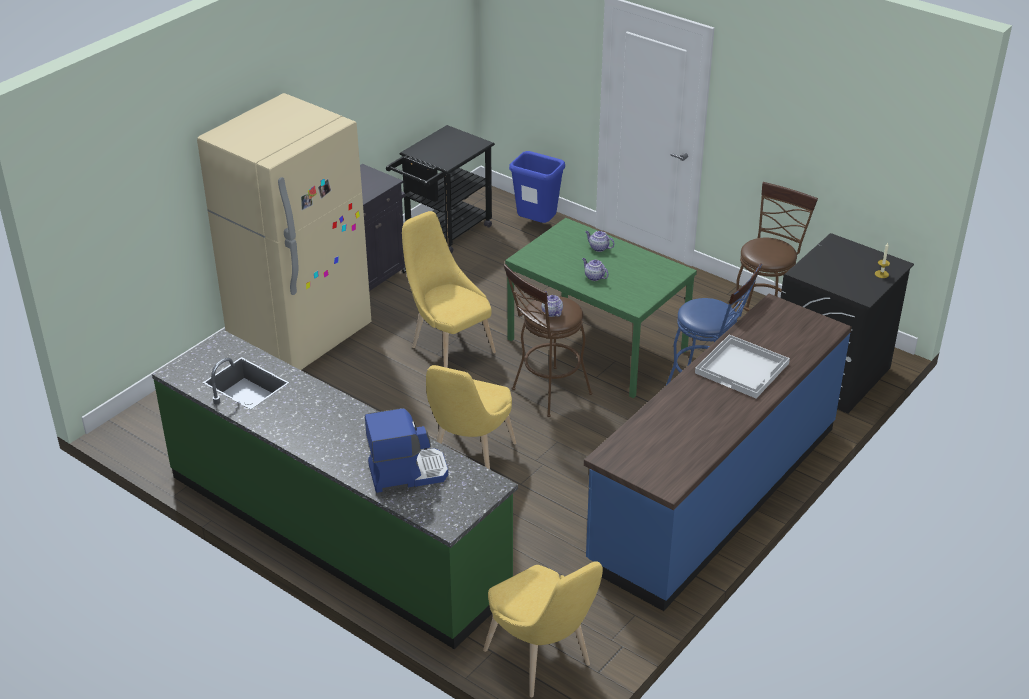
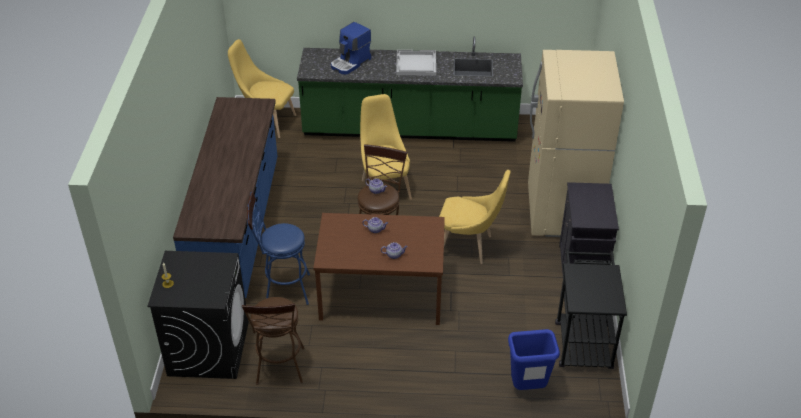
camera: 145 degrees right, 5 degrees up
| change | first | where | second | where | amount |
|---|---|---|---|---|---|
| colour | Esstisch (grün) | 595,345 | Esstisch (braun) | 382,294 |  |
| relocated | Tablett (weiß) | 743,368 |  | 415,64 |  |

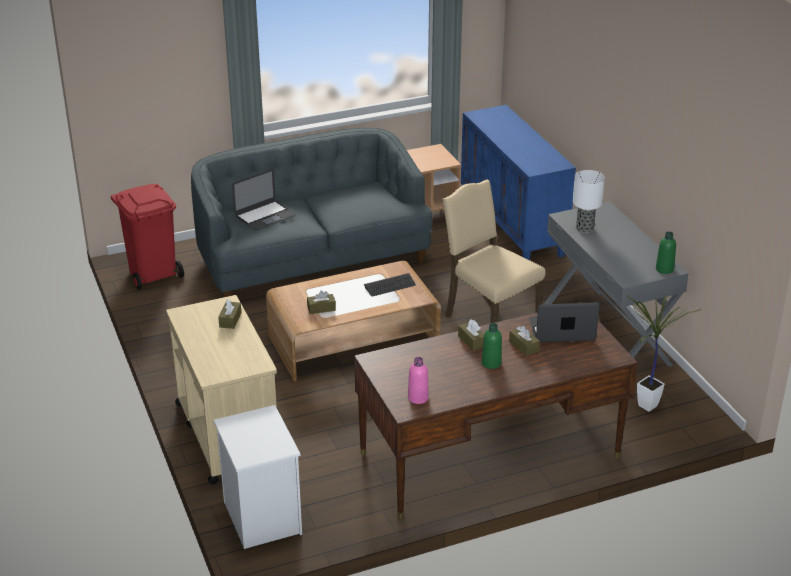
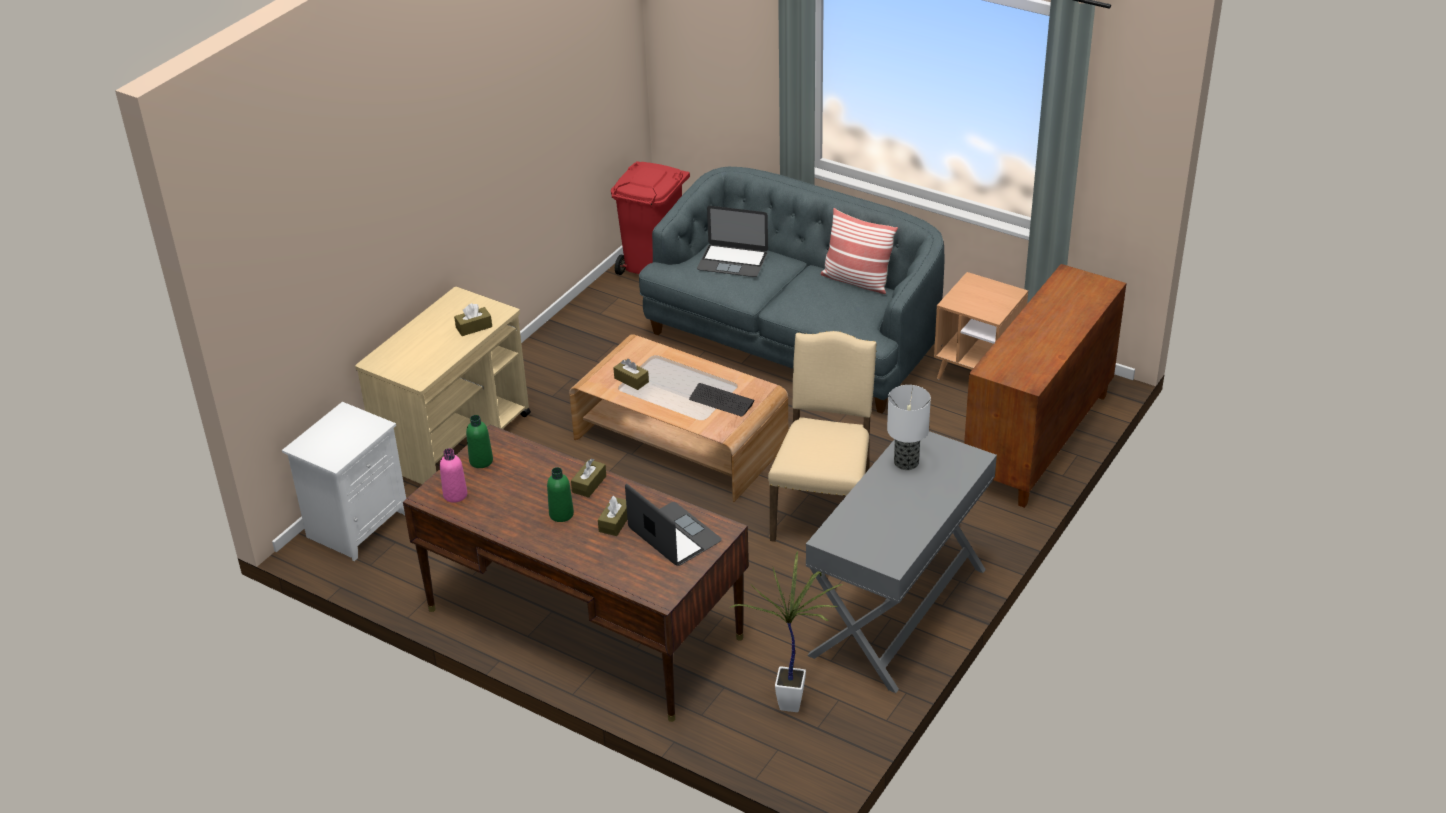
camera: 55 degrees right, 5 degrees up
| change | first | where | second | where | amount |
|---|---|---|---|---|---|
| colour | Schrank (blau) | 513,226 | Schrank (braun) | 1039,441 |  |
| relocated | Flasche (grün) | 664,269 |  | 481,461 |  |
| appeared |  |  | Kissen | 856,280 |  |

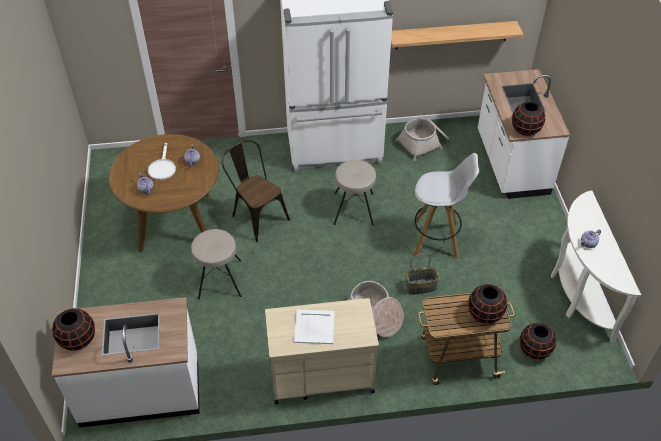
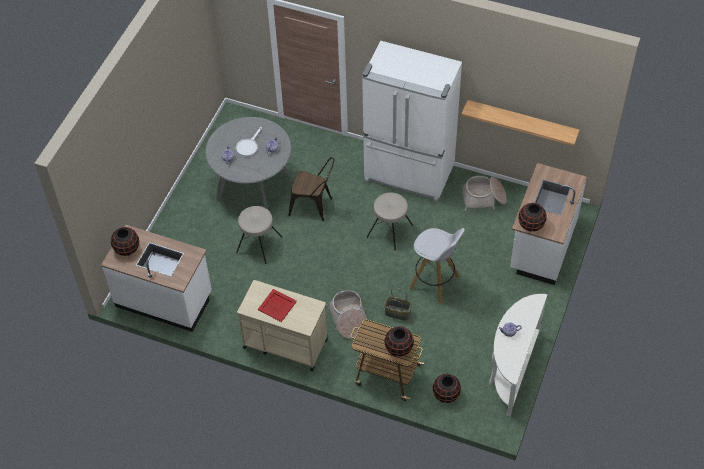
camera: 30 degrees right, 5 degrees up
| change | first | where | second | where | amount |
|---|---|---|---|---|---|
| colour | Esstisch (braun) | 175,222 | Esstisch (grau) | 253,187 |  |
| spun | Stuhl (braun) | 257,216 |  | 314,206 | 120 degrees clockwise |
| colour | Tablett (weiß) | 314,327 | Tablett (rot) | 277,306 |  |

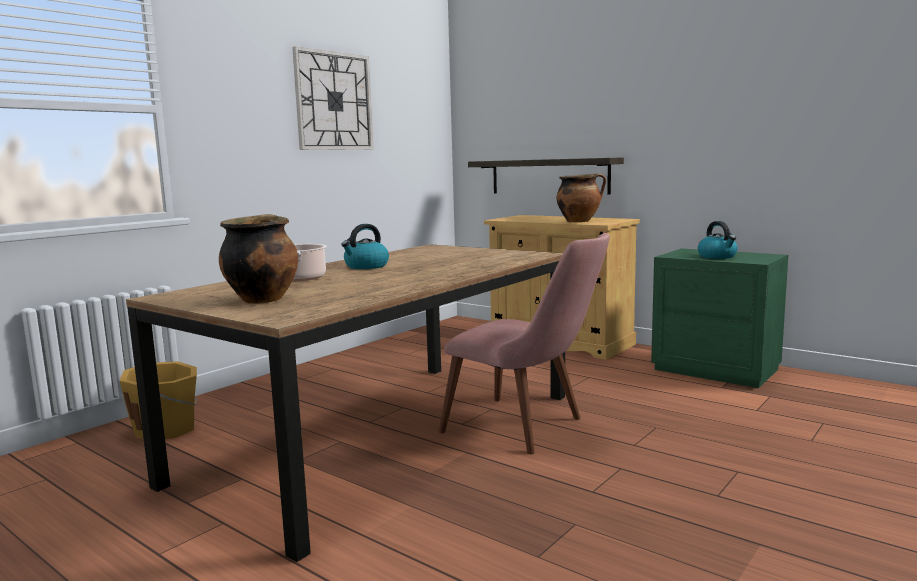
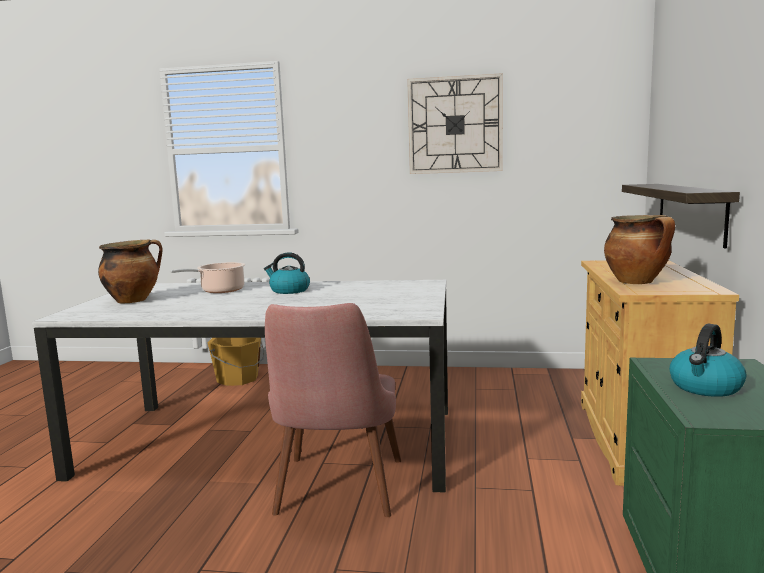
camera: 60 degrees right, 0 degrees up
| change | first | where | second | where | amount |
|---|---|---|---|---|---|
| colour | Esstisch (braun) | 386,437 | Esstisch (weiß) | 270,443 |  |

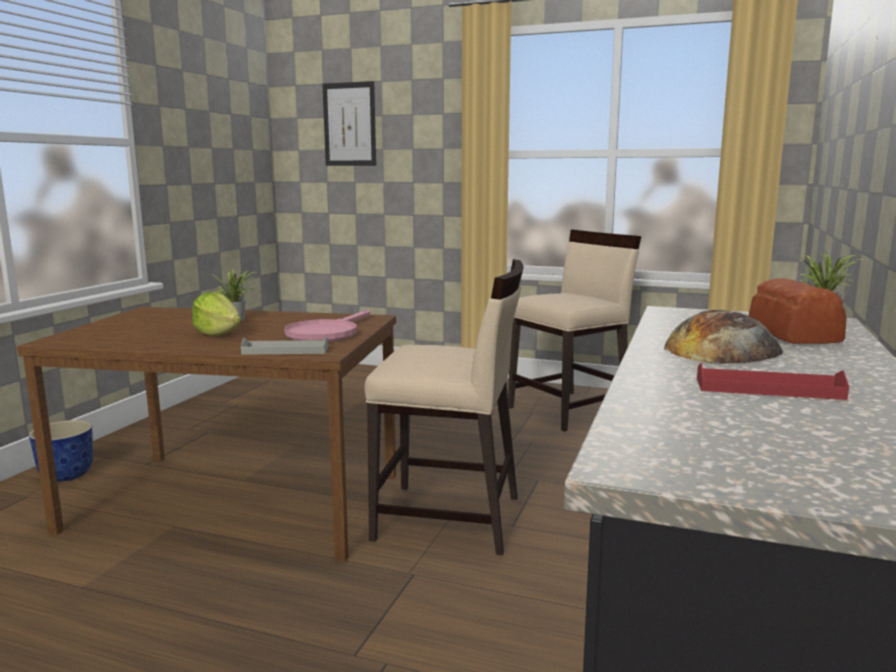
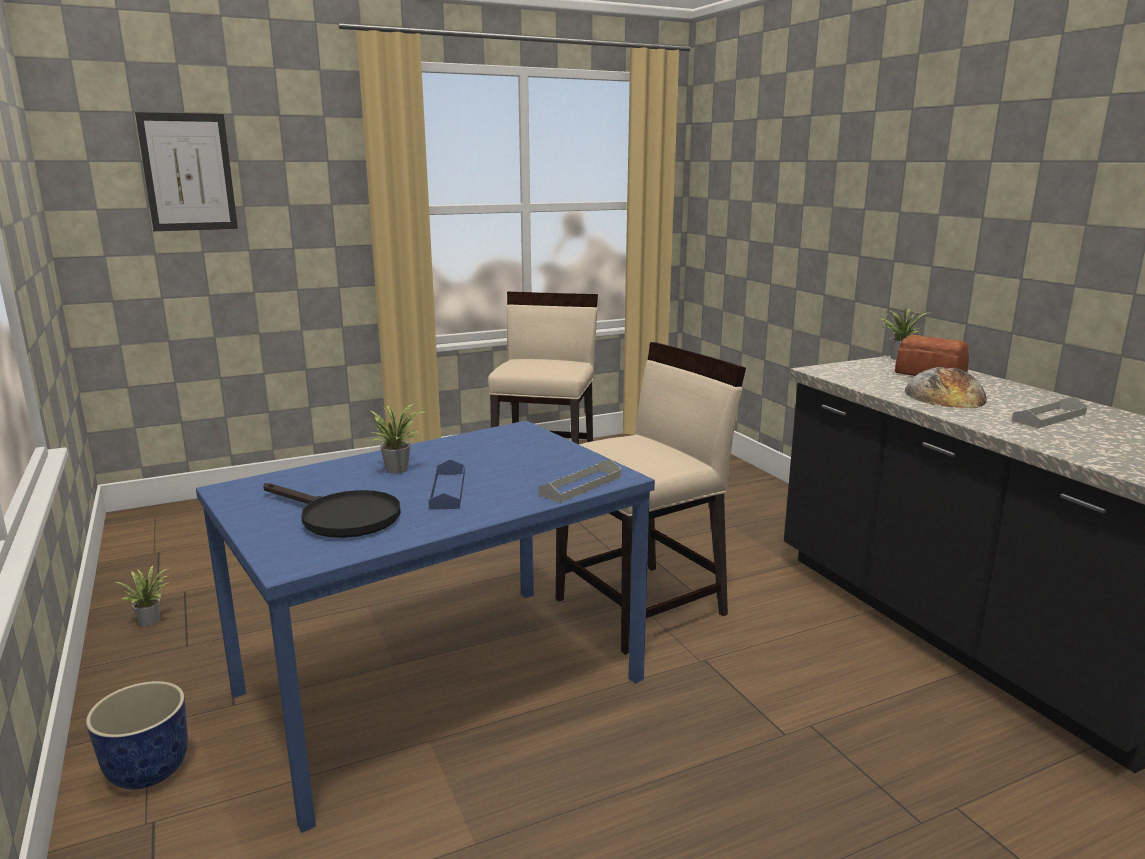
camera: 45 degrees left, 5 degrees up
| change | first | where | second | where | amount |
|---|---|---|---|---|---|
| exchanged | Salatkopf | 218,334 | Tablett (blau) | 447,490 |  |
| colour | Esstisch (braun) | 234,503 | Esstisch (blau) | 439,688 |  |
| missing | Pfanne (rosa) | 327,333 |  |  |  |
| colour | Tablett (rot) | 768,389 | Tablett (grau) | 1049,417 |  |
| appeared |  |  | Pfanne (schwarz) | 340,517 |  |
| appeared |  |  | Topfpflanze | 151,620 |  |

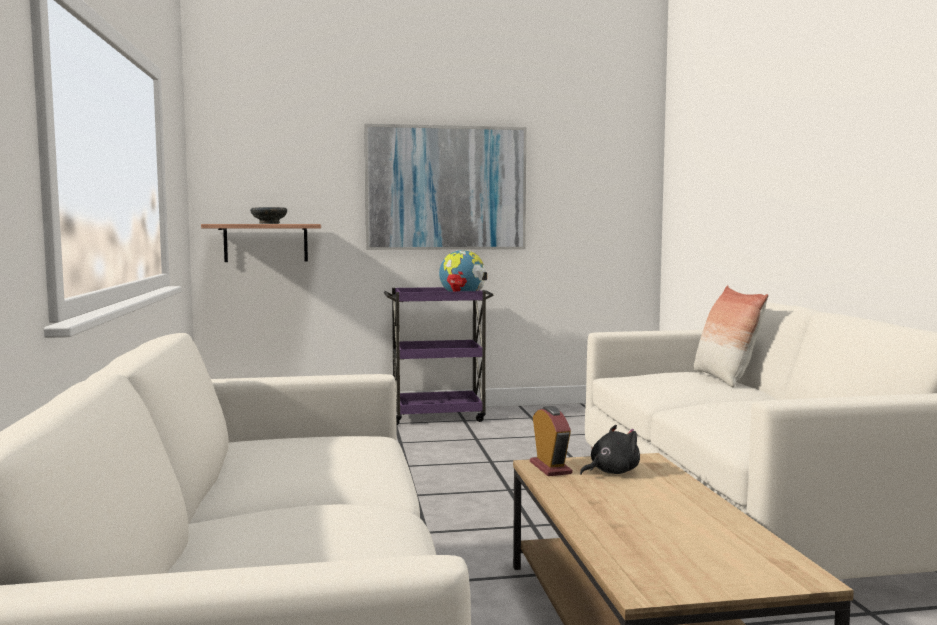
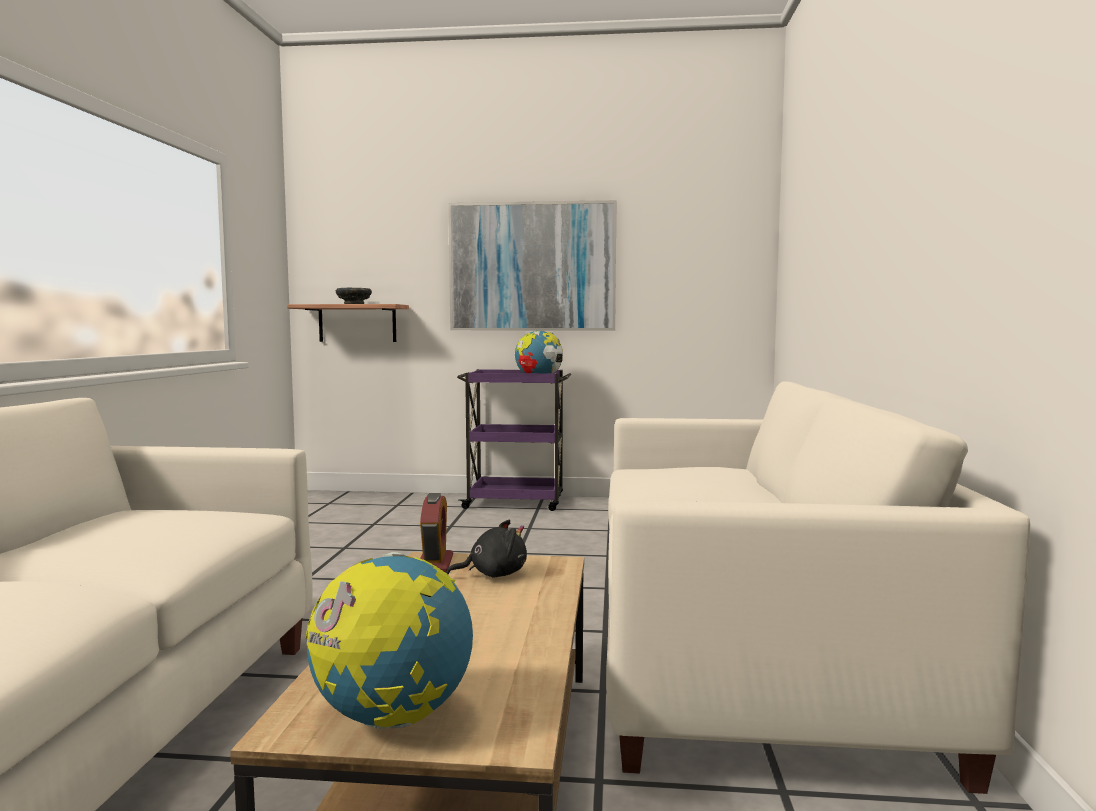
camera: 15 degrees right, 0 degrees up
| change | first | where | second | where | amount |
|---|---|---|---|---|---|
| missing | Kissen | 724,379 |  |  |  |
| appeared |  |  | Globus | 392,718 |  |

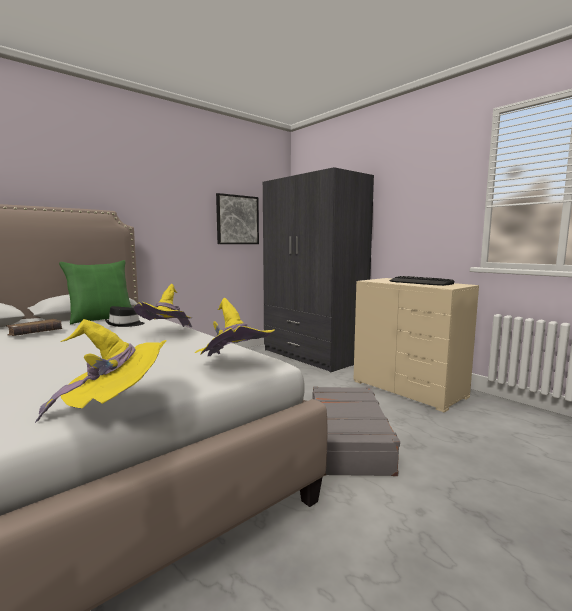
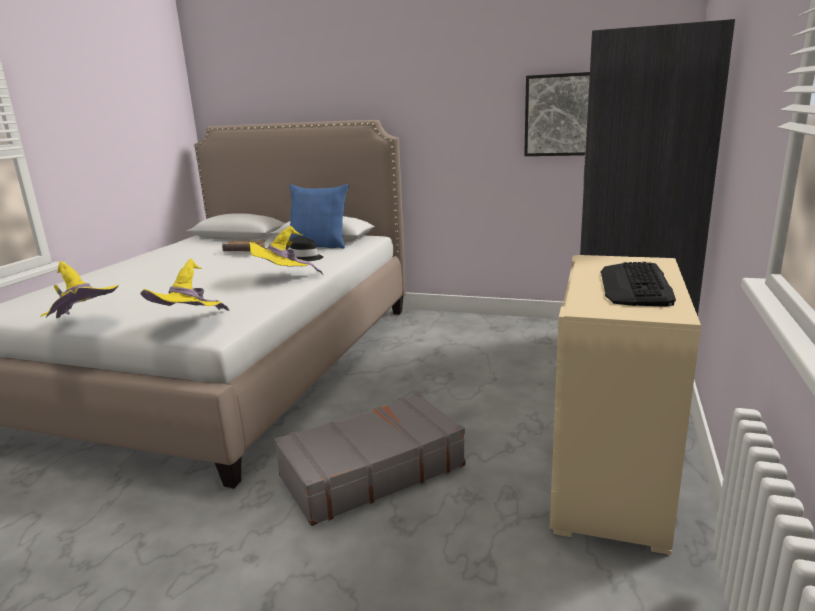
camera: 60 degrees right, 10 degrees up
| change | first | where | second | where | amount |
|---|---|---|---|---|---|
| colour | Kissen (grün) | 101,318 | Kissen (blau) | 319,245 |  |

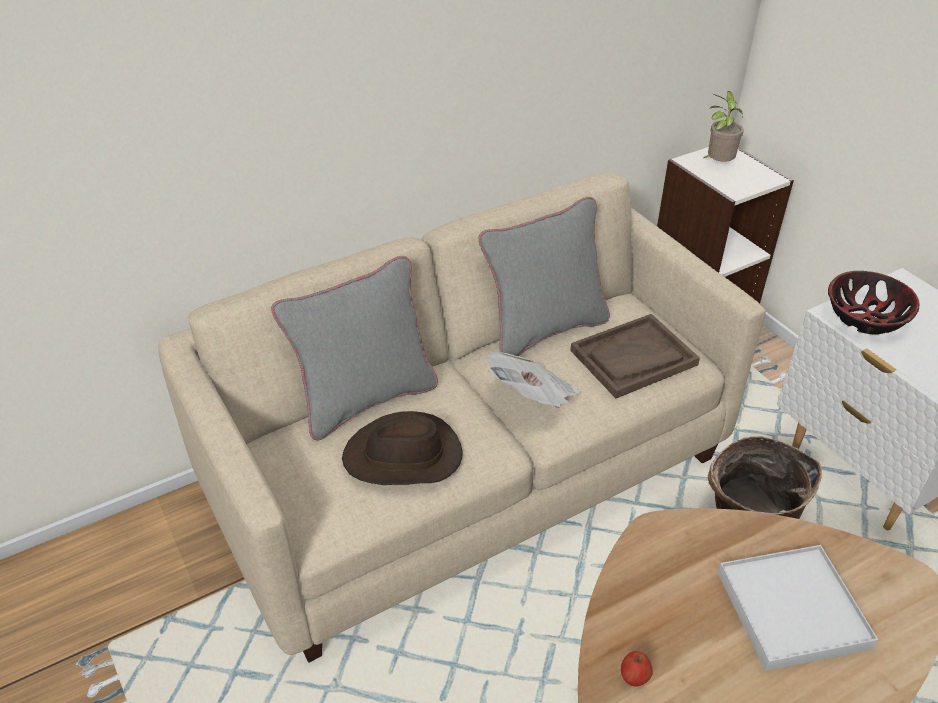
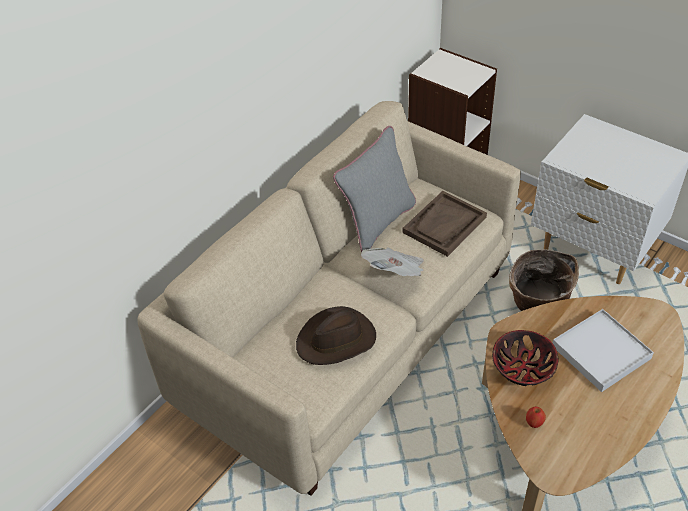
camera: 20 degrees left, 5 degrees up
| change | first | where | second | where | amount |
|---|---|---|---|---|---|
| missing | Topfpflanze | 717,164 |  |  |  |
| missing | Kissen (grau) | 365,399 |  |  |  |
| relocated | Schüssel | 865,318 |  | 523,368 |  |

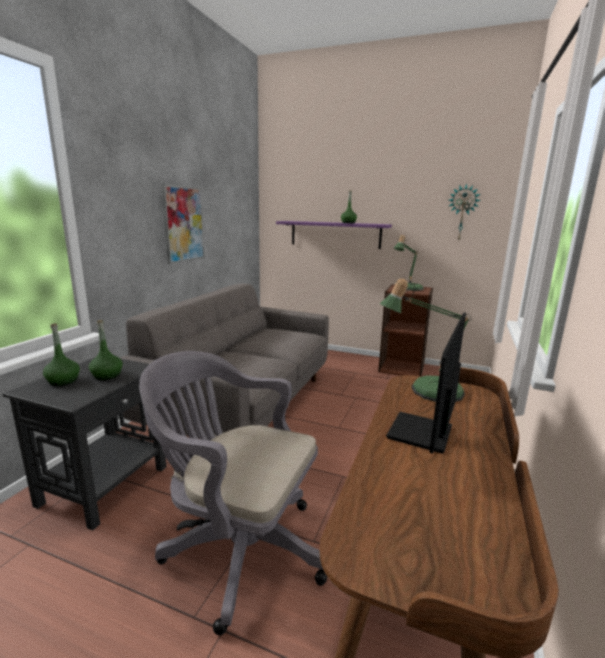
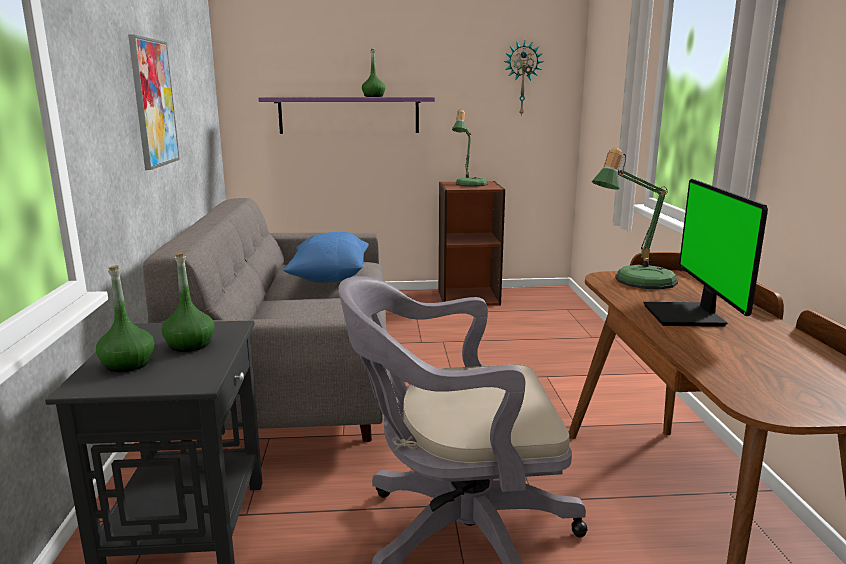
camera: 25 degrees left, 0 degrees up
| change | first | where | second | where | amount |
|---|---|---|---|---|---|
| appeared |  |  | Kissen (blau) | 329,278 |  |

